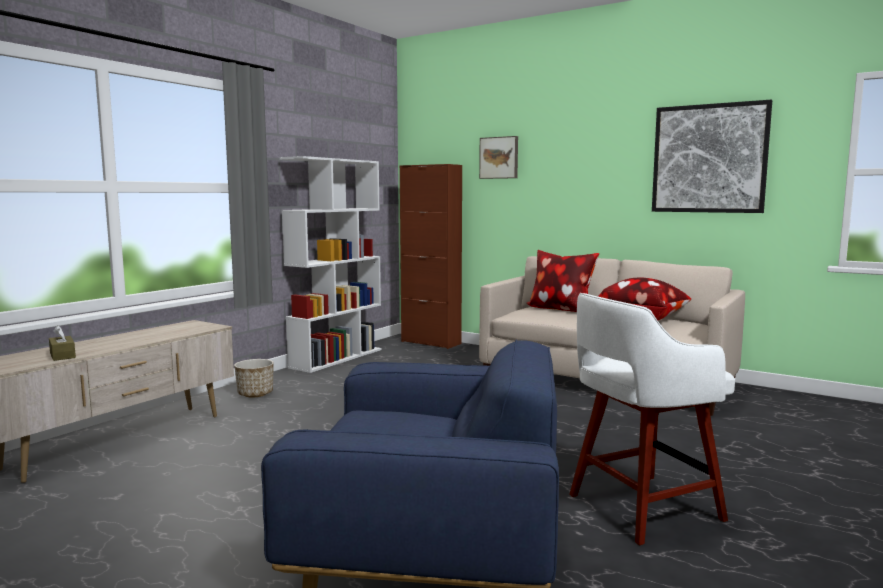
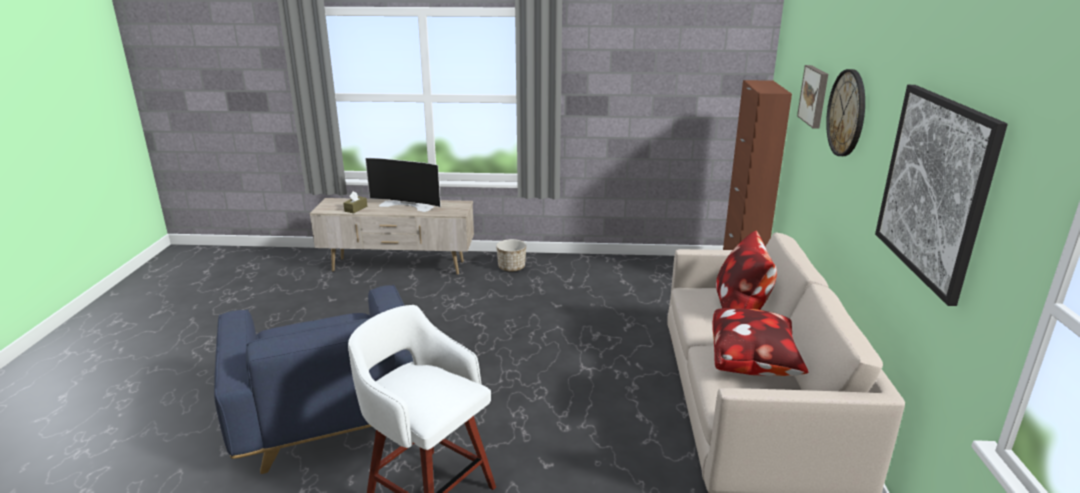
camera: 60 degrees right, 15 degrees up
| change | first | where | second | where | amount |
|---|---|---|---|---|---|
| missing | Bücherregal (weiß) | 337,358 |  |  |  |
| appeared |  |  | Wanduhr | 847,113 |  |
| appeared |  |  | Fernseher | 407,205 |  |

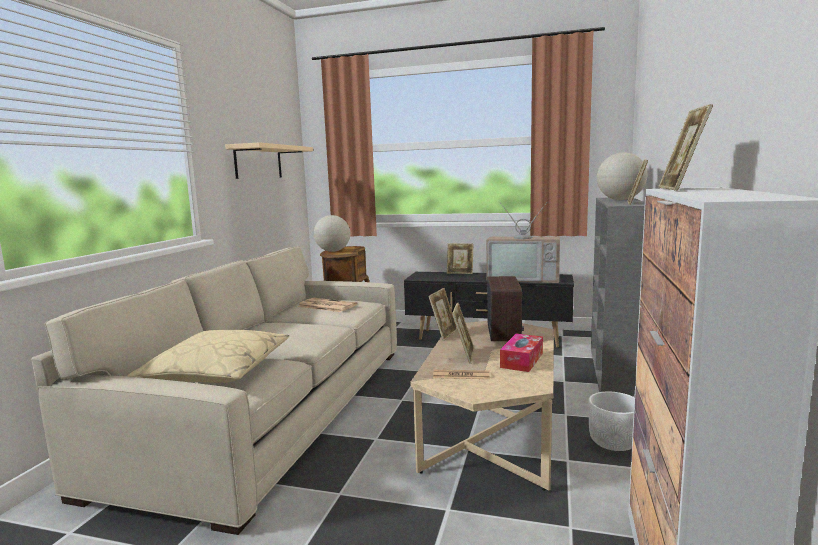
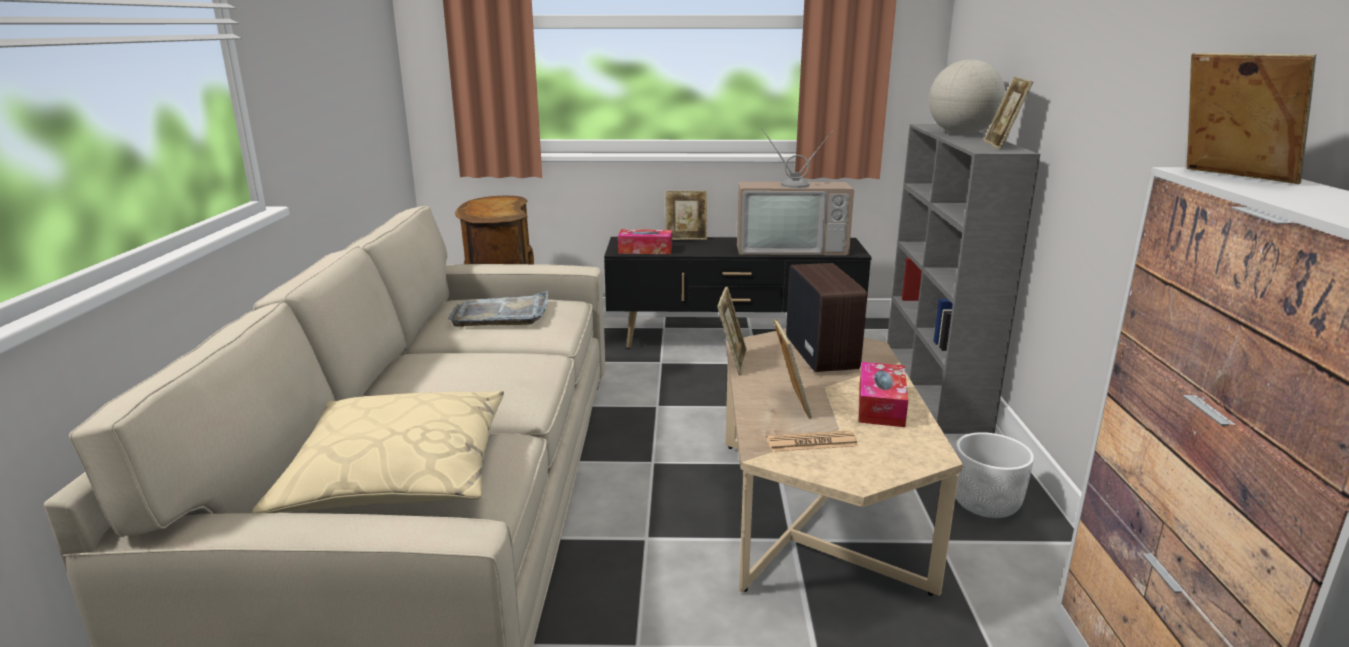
camera: 15 degrees left, 10 degrees up
| change | first | where | second | where | amount |
|---|---|---|---|---|---|
| spun | Bilderrahmen | 680,189 |  | 1230,178 | 150 degrees clockwise |
| missing | Wandregal (beige) | 258,162 |  |  |  |
| missing | Globus | 333,251 |  |  |  |
| exchanged | Zeitung | 326,306 | Tablett (grau) | 502,314 |  |
| appeared |  |  | Taschentuchbox | 645,250 |  |

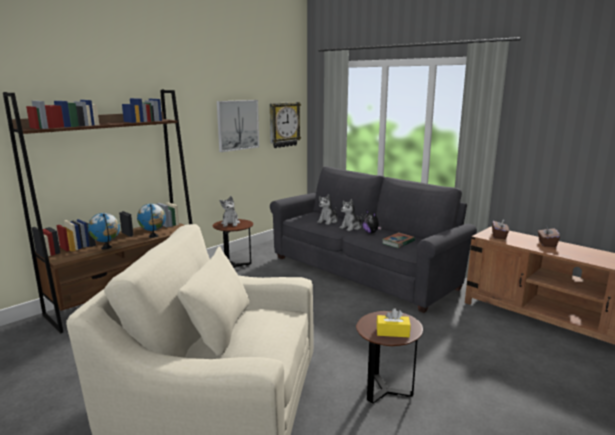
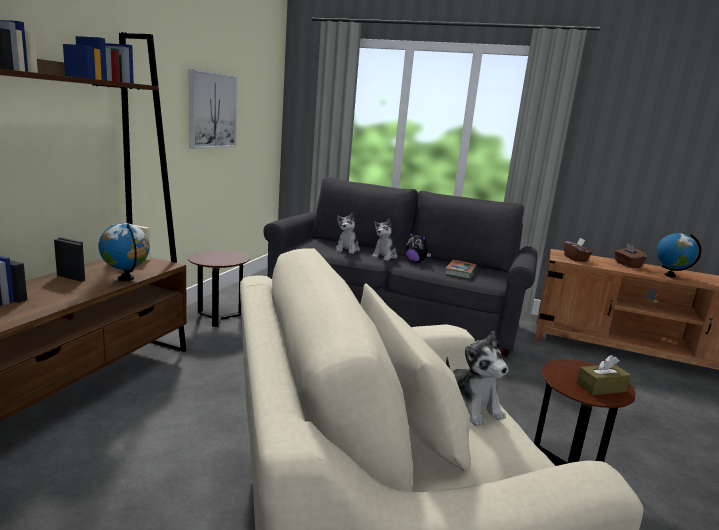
camera: 25 degrees left, 0 degrees up
| change | first | where | second | where | amount |
|---|---|---|---|---|---|
| missing | Wanduhr | 284,124 |  |  |  |
| relocated | Plüschtier | 230,223 |  | 470,407 |  |
| relocated | Globus | 106,247 |  | 670,275 |  |
| colour | Taschentuchbox (gelb) | 392,332 | Taschentuchbox (braun) | 601,387 |  |

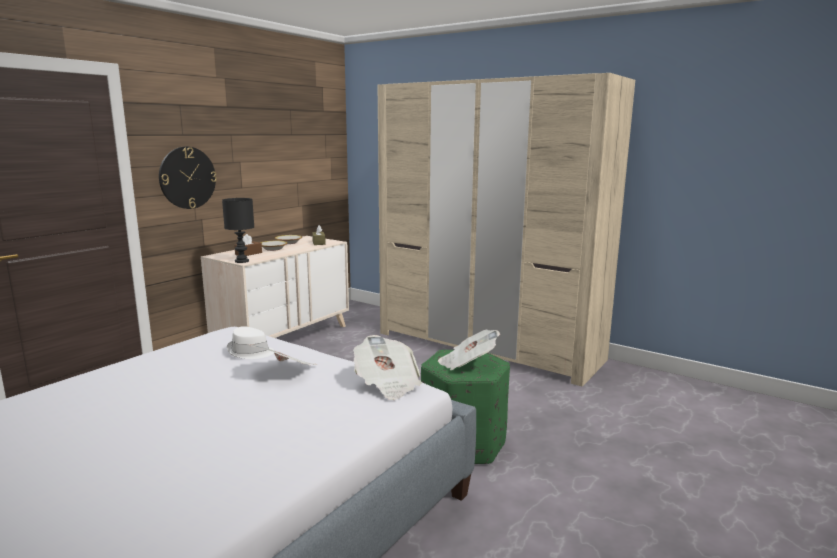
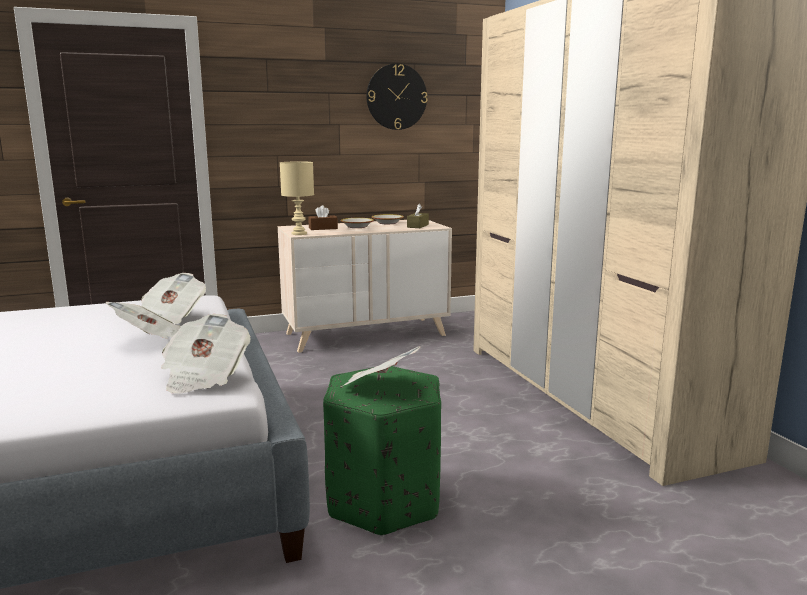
camera: 35 degrees right, 0 degrees up
| change | first | where | second | where | amount |
|---|---|---|---|---|---|
| relocated | Wanduhr | 187,177 |  | 396,97 |  |
| colour | Tischlampe (schwarz) | 242,261 | Tischlampe (beige) | 299,234 |  |
| exchanged | Hut (weiß) | 250,352 | Zeitung | 170,319 |  |

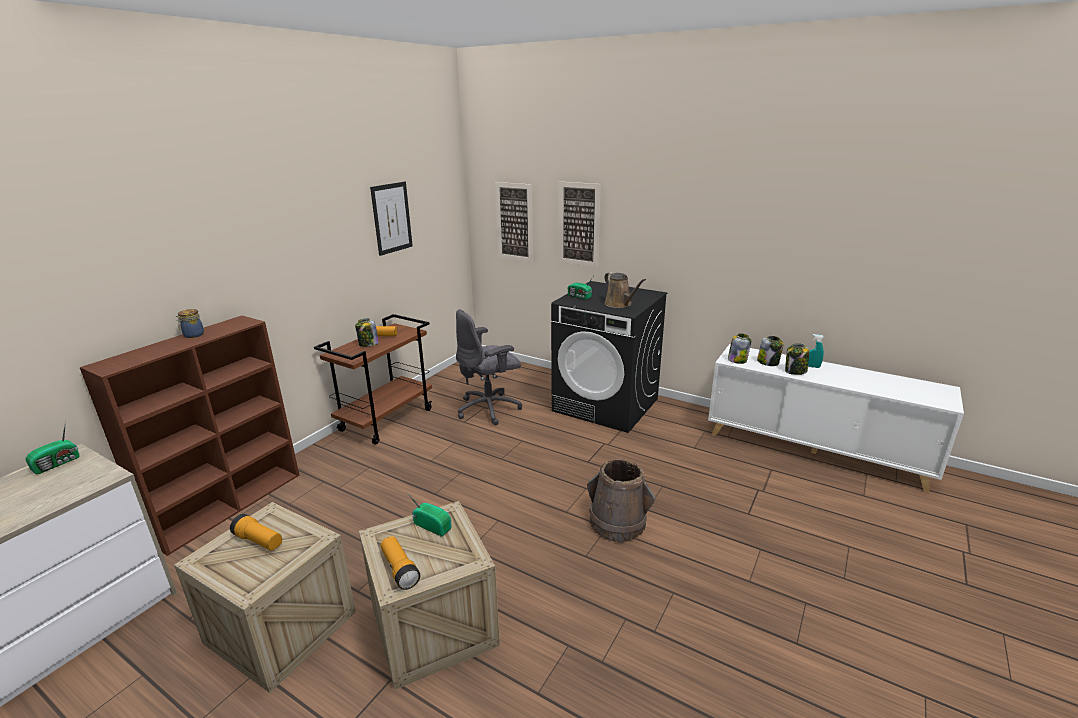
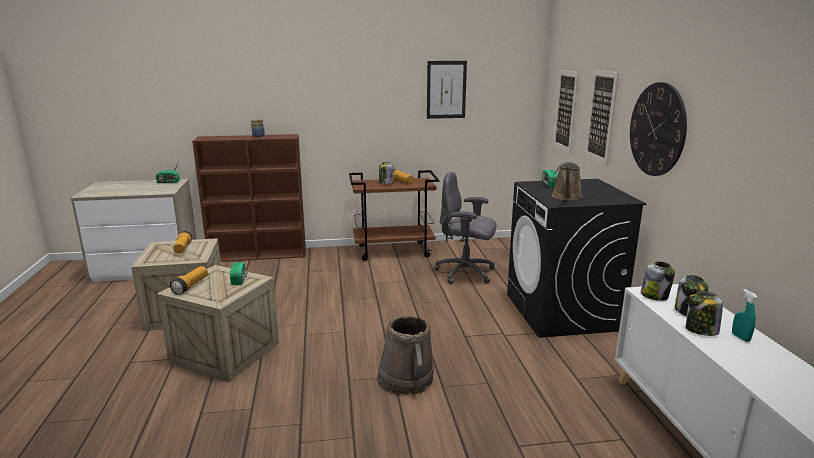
camera: 50 degrees right, 5 degrees down
| change | first | where | second | where | amount |
|---|---|---|---|---|---|
| appeared |  |  | Wanduhr | 657,129 |  |

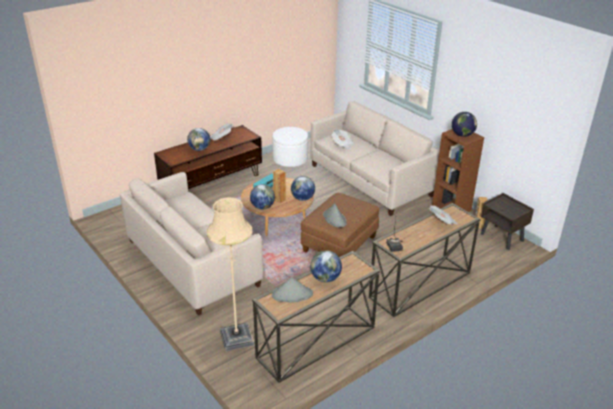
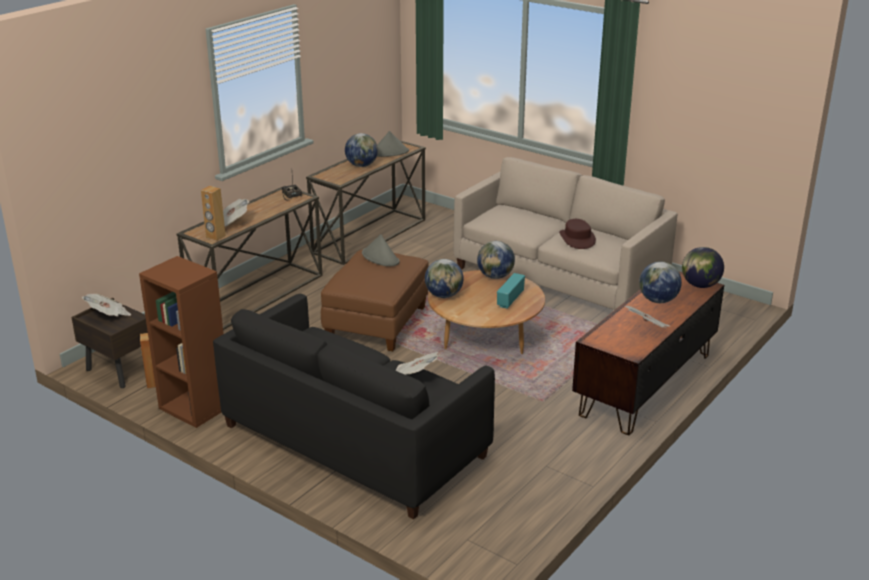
camera: 165 degrees right, 5 degrees down
| change | first | where | second | where | amount |
|---|---|---|---|---|---|
| colour | Sofa (beige) | 370,180 | Sofa (schwarz) | 354,441 |  |
| relocated | Globus | 462,135 |  | 700,285 |  |
| missing | Polsterhocker (weiß) | 290,159 |  |  |  |
| relocated | Lautsprecher (braun) | 279,199 |  | 215,236 |  |
| missing | Stehlampe (beige) | 236,338 |  |  |  |
| appeared |  |  | Hut (braun) | 577,239 |  |
| appeared |  |  | Zeitung | 108,315 |  |

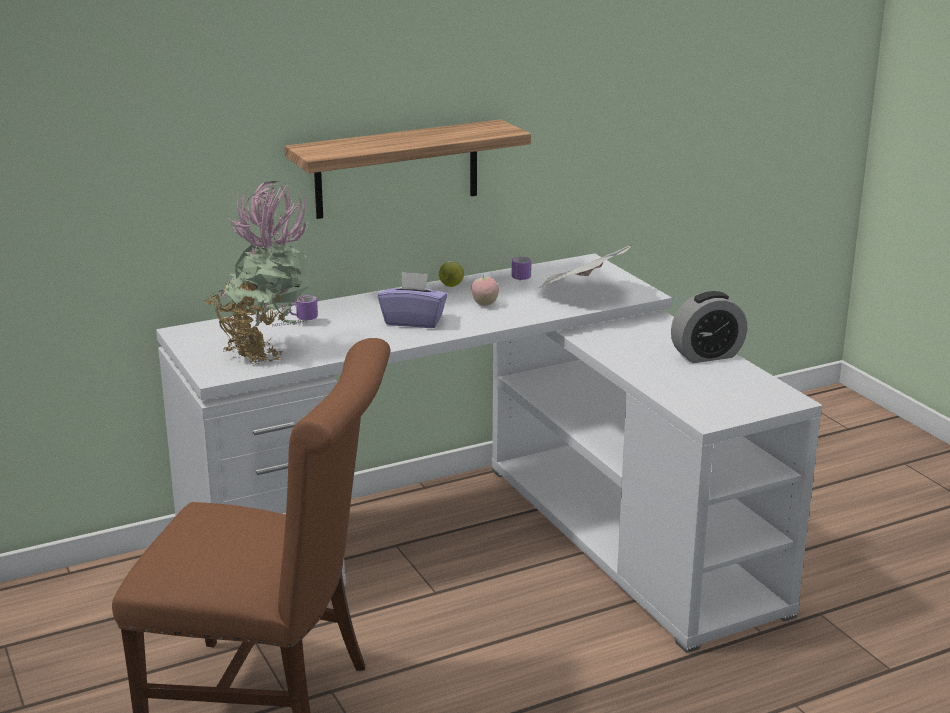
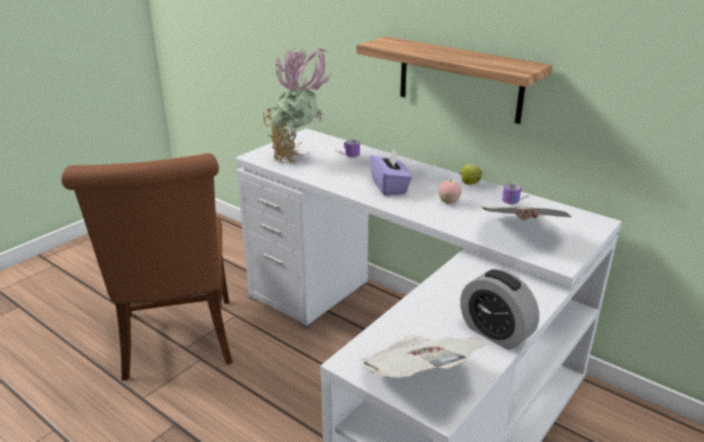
camera: 65 degrees right, 5 degrees up
| change | first | where | second | where | amount |
|---|---|---|---|---|---|
| appeared |  |  | Zeitung | 418,377 |  |

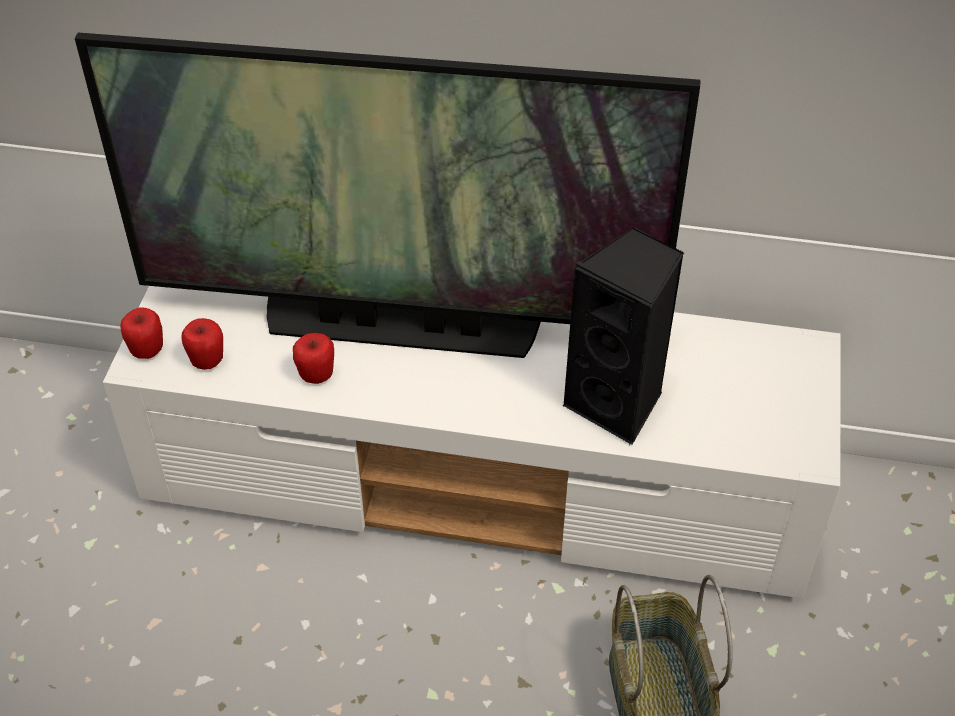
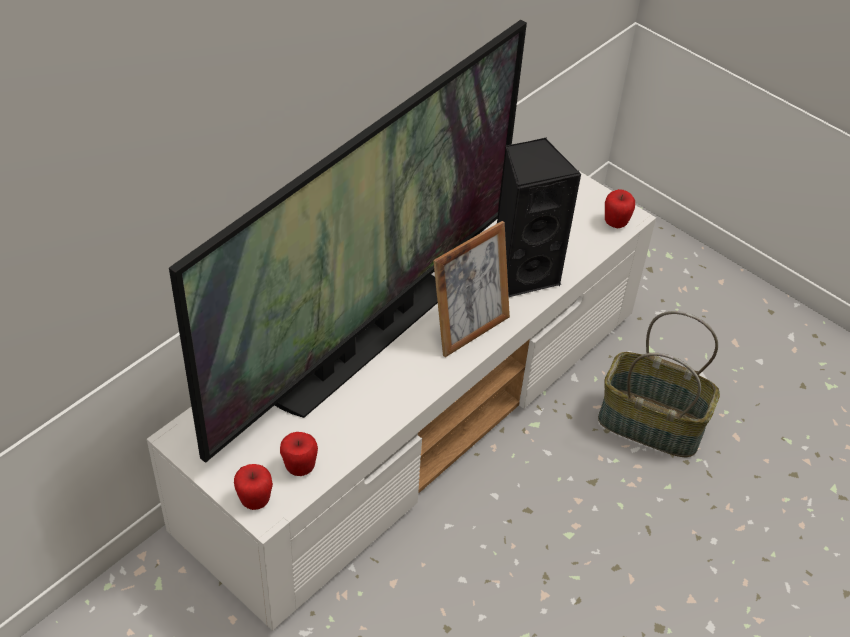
camera: 60 degrees left, 0 degrees up
| change | first | where | second | where | amount |
|---|---|---|---|---|---|
| relocated | Apfel | 316,376 |  | 615,223 |  |
| appeared |  |  | Bilderrahmen | 469,329 |  |

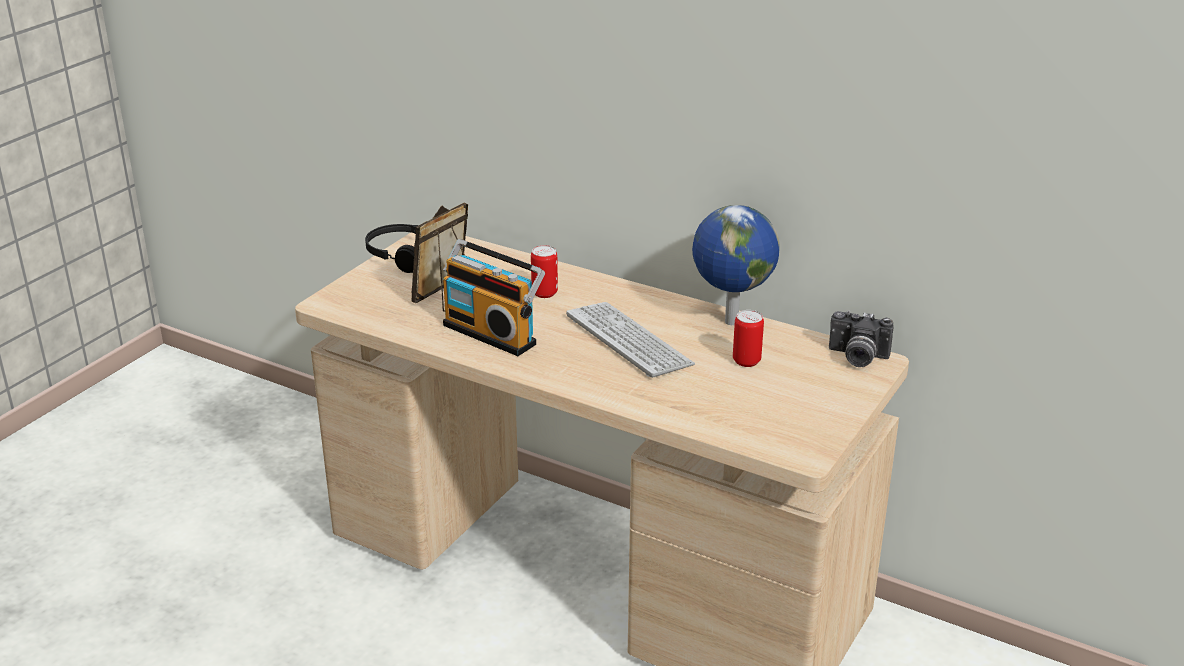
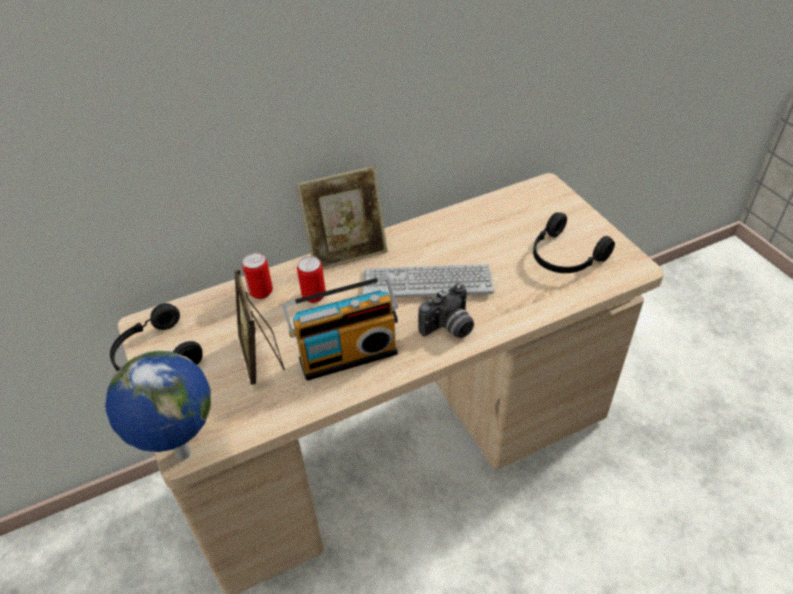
camera: 55 degrees left, 15 degrees up
| change | first | where | second | where | amount |
|---|---|---|---|---|---|
| relocated | Globus | 729,322 |  | 182,455 |  |
| relocated | Dose | 746,361 |  | 261,292 |  |
| relocated | Kamera | 856,358 |  | 449,328 |  |
| appeared |  |  | Bilderrahmen | 347,253 |  |
| appeared |  |  | Kopfhörer (schwarz) | 564,257 |  |

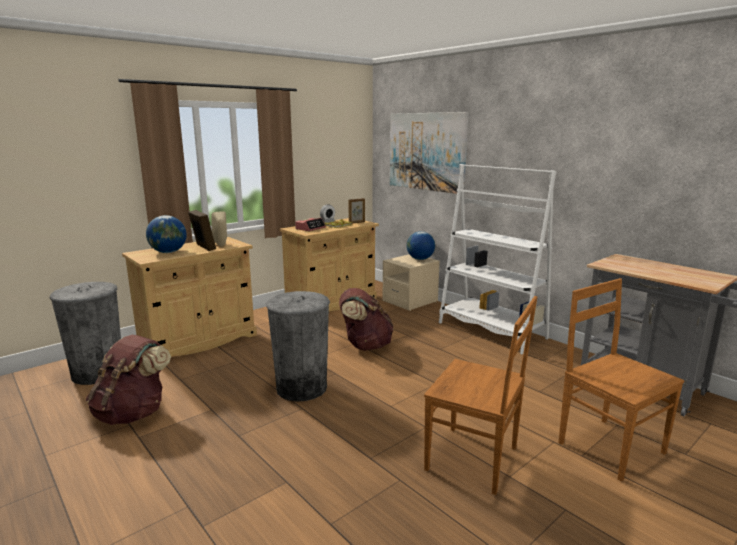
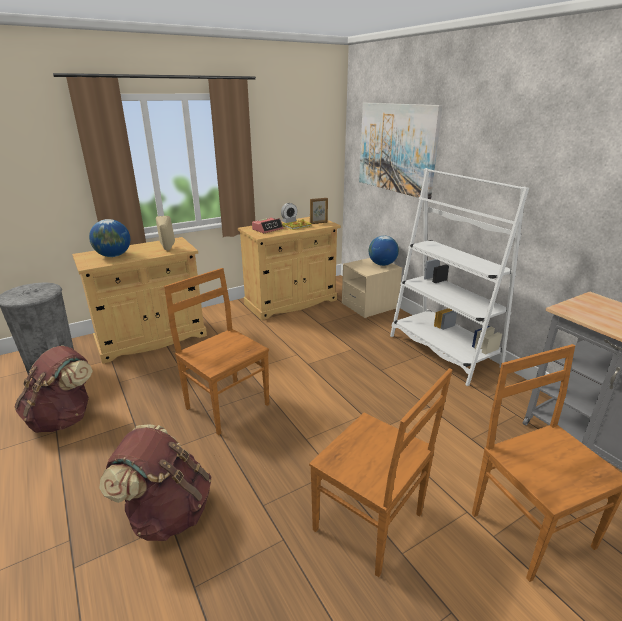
camera: 10 degrees right, 10 degrees up
| change | first | where | second | where | amount |
|---|---|---|---|---|---|
| missing | Bilderrahmen | 203,247 |  |  |  |
| relocated | Rucksack (braun) | 365,345 |  | 167,512 |  |
| exchanged | Mülleimer (grau) | 301,388 | Stuhl (braun) | 226,405 |  |

